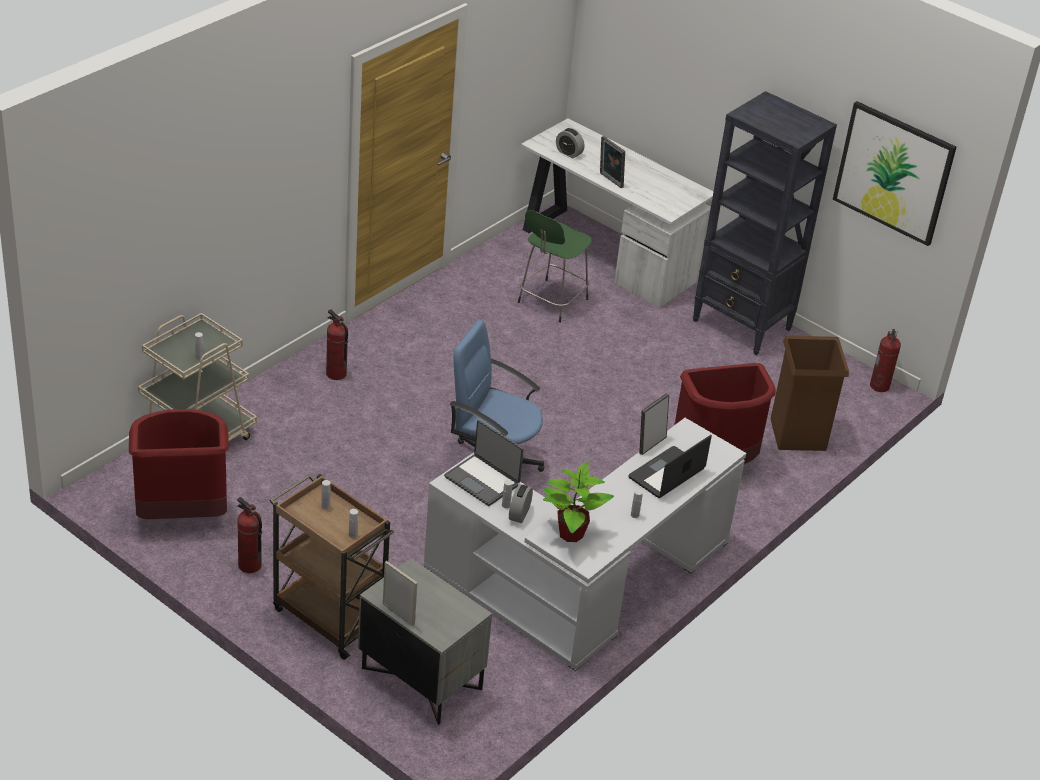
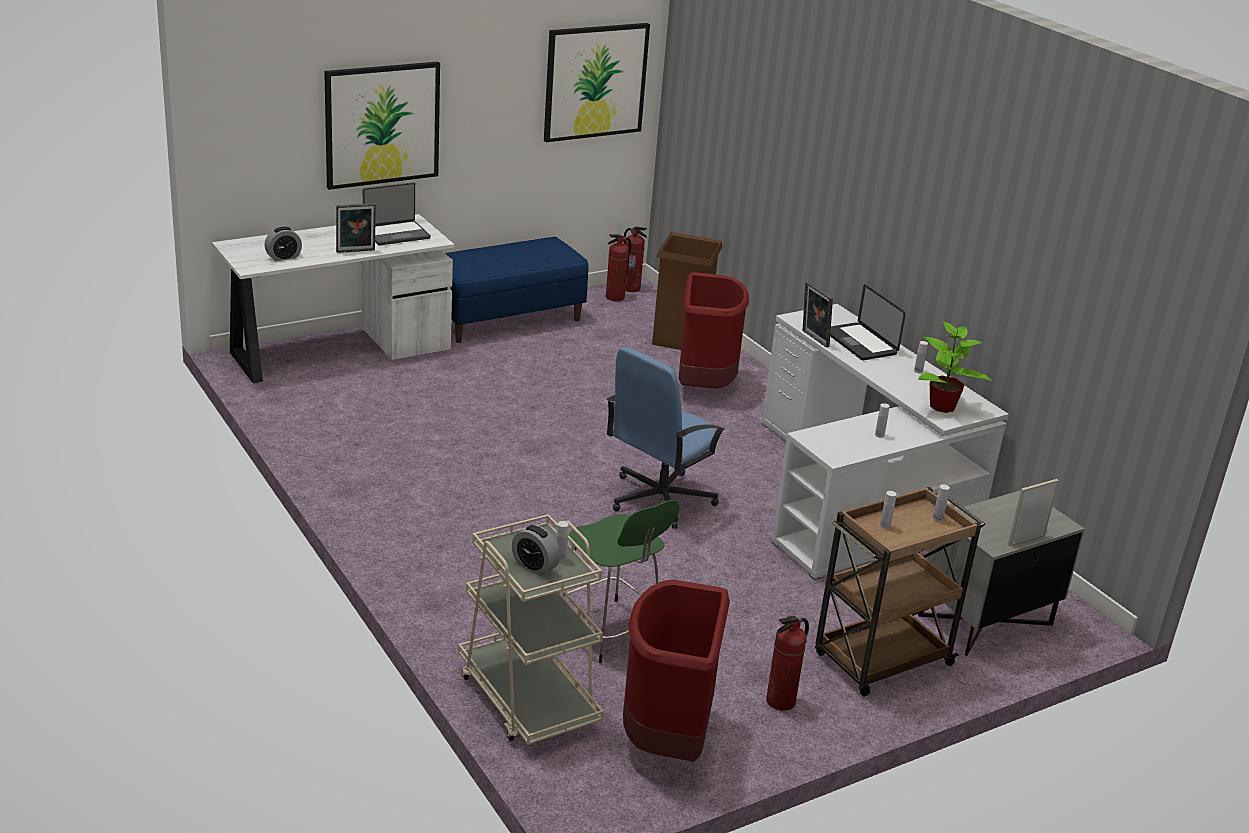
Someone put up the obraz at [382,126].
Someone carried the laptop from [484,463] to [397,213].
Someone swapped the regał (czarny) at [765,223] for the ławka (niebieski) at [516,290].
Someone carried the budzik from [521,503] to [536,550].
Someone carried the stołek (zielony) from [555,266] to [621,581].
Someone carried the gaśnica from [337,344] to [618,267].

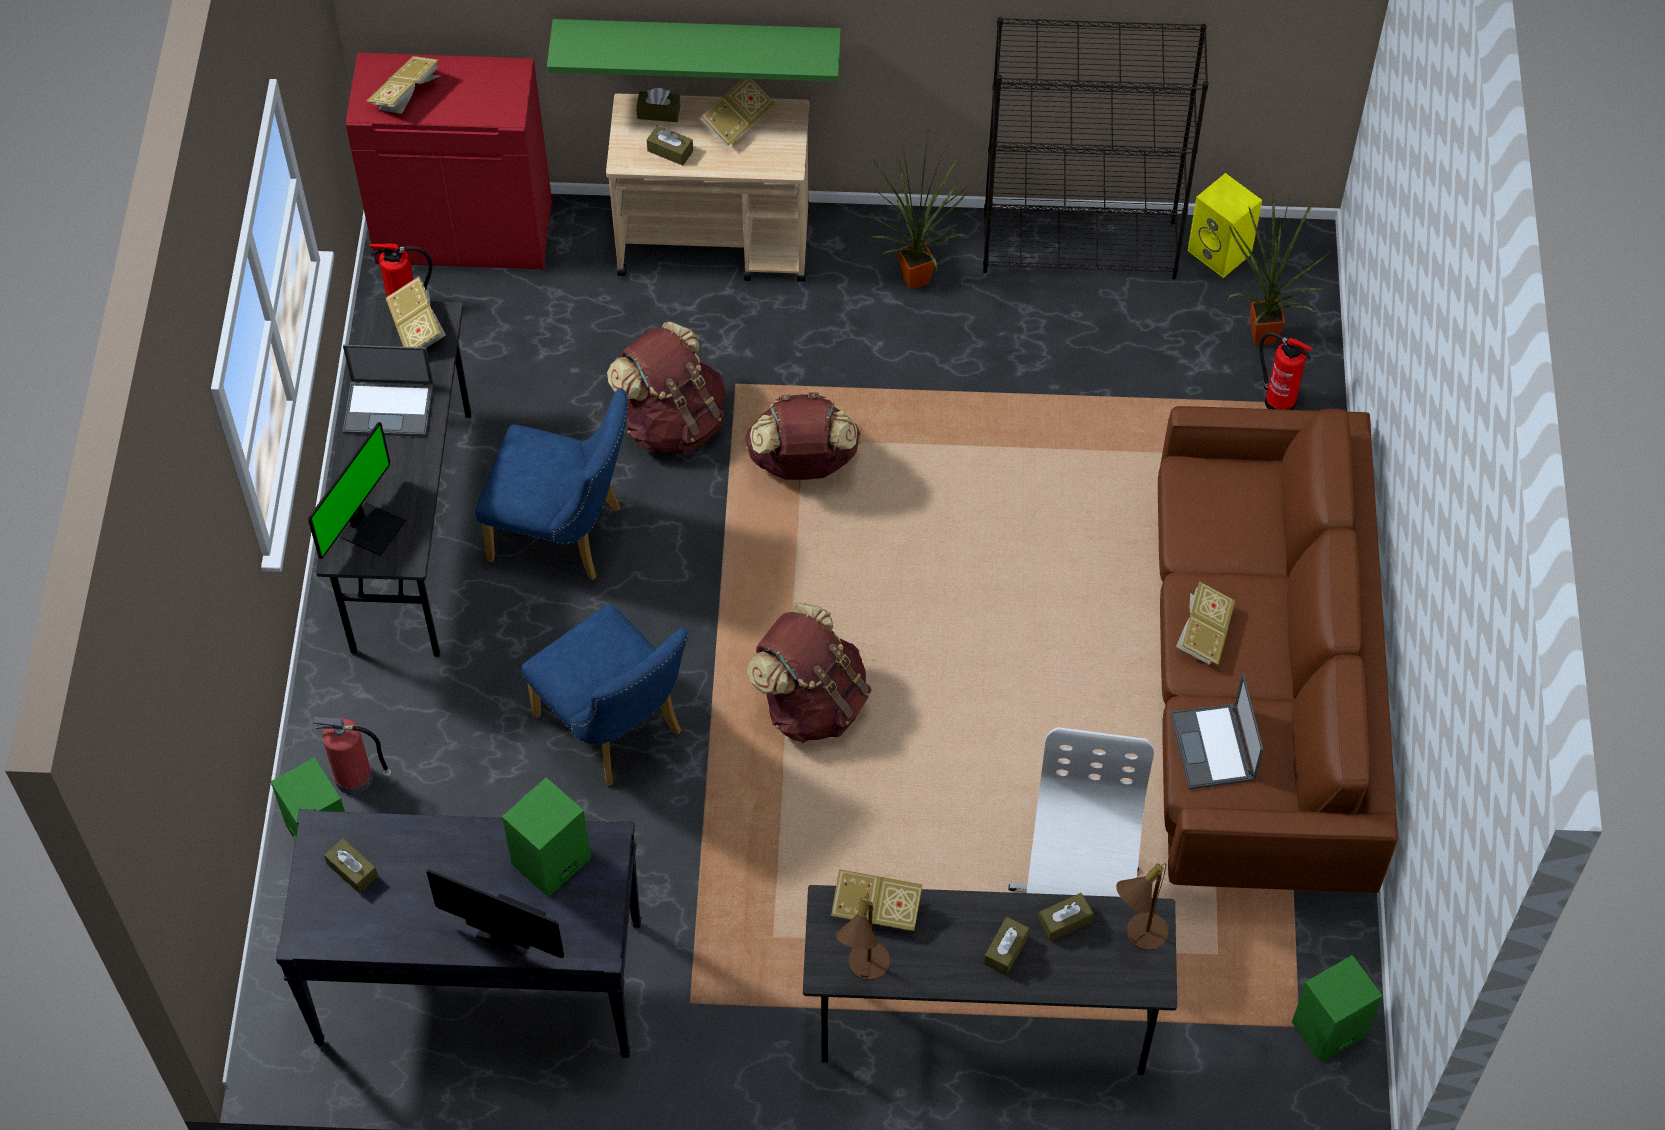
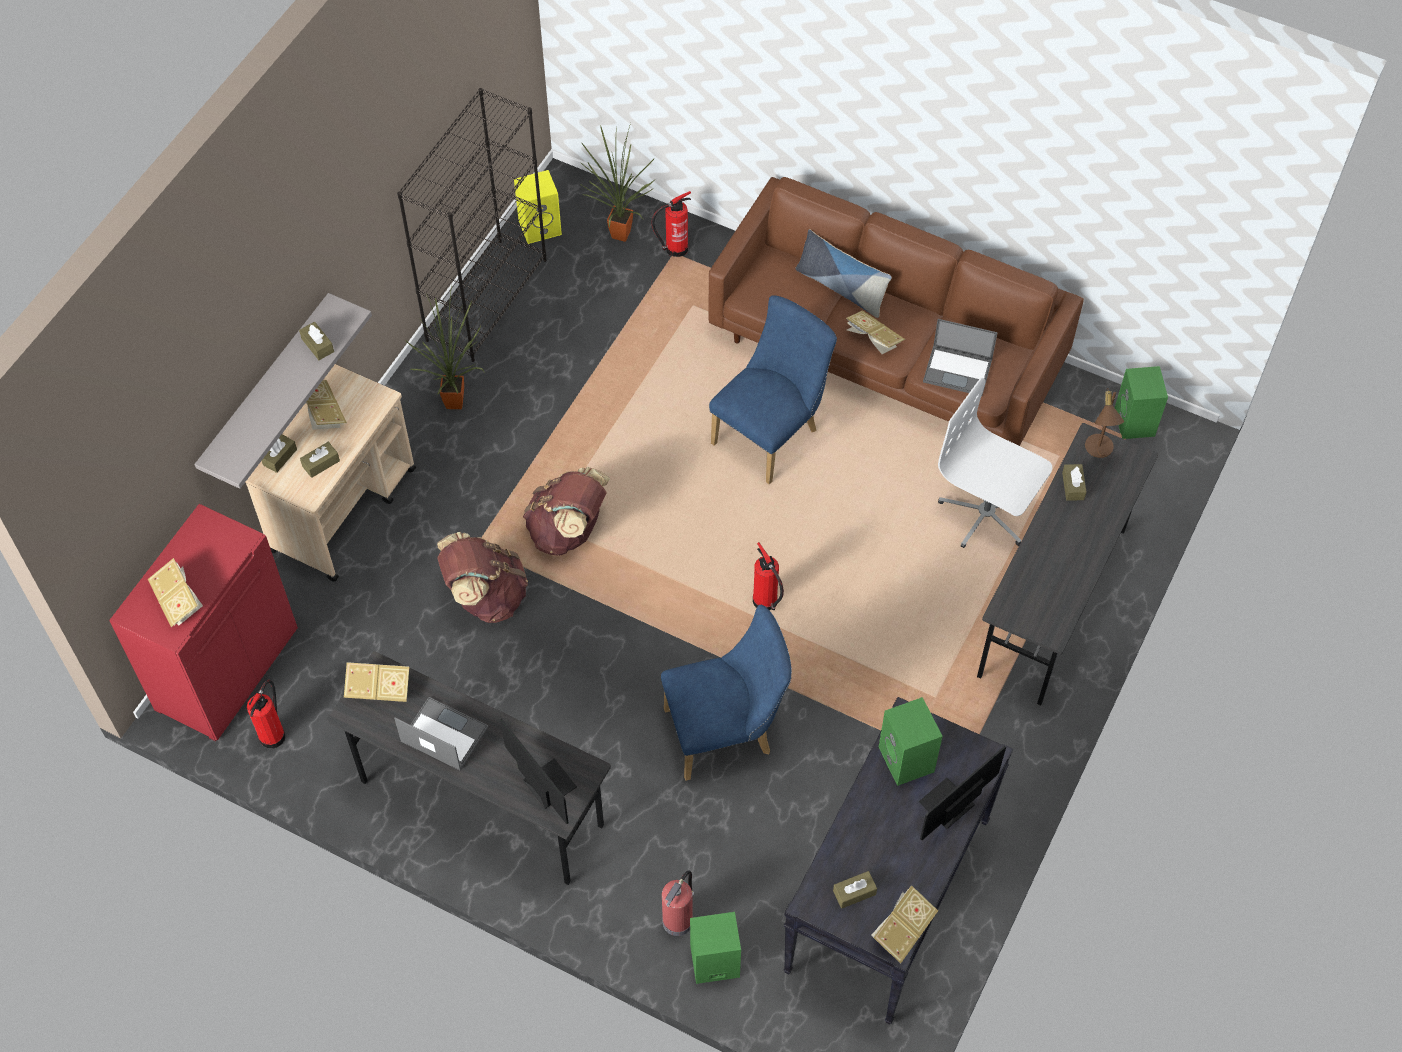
Someone repainted the półka (zielony) at [694,50], which became the półka (szary) at [283,391].
Someone carried the pudełko chusteczek (brązowy) from [1006,946] to [316,341].
Someone rotated the laptop at [388,391] by 90 degrees counterclockwise.
Someone carried the krzesło (niebieski) from [551,484] to [773,389].
Someone swapped the plecak (brązowy) at [809,673] for the gaśnica at [768,576].
Someone put down the poduszka at [843,273].
Someone carried the książka from [877,900] to [904,924].
Someone took away the lampa stołowa (brązowy) at [863,937].

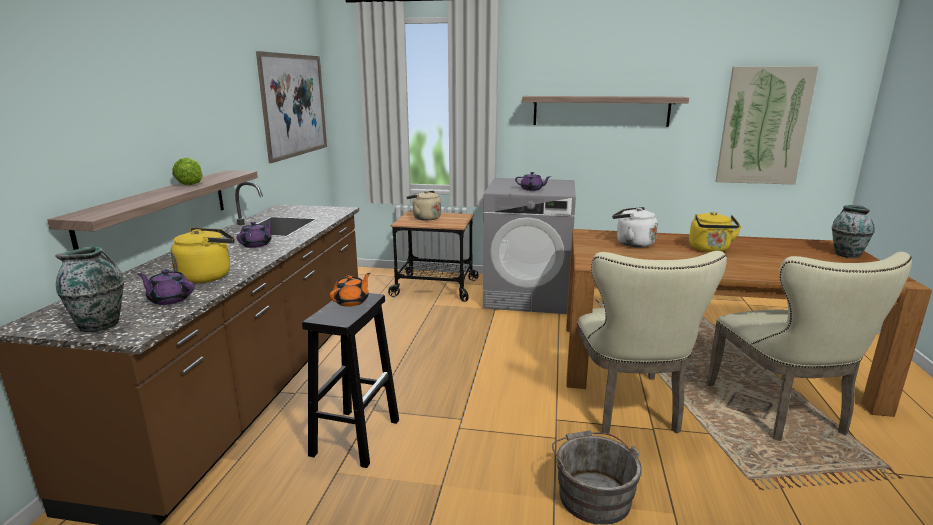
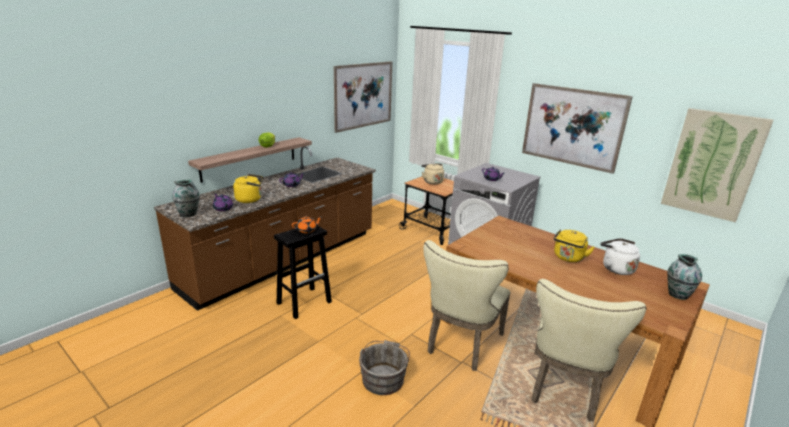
Someone swapped the półka at [605,111] for the obraz at [577,128].
Someone carried the czajnik (biały) from [635,227] to [620,256].

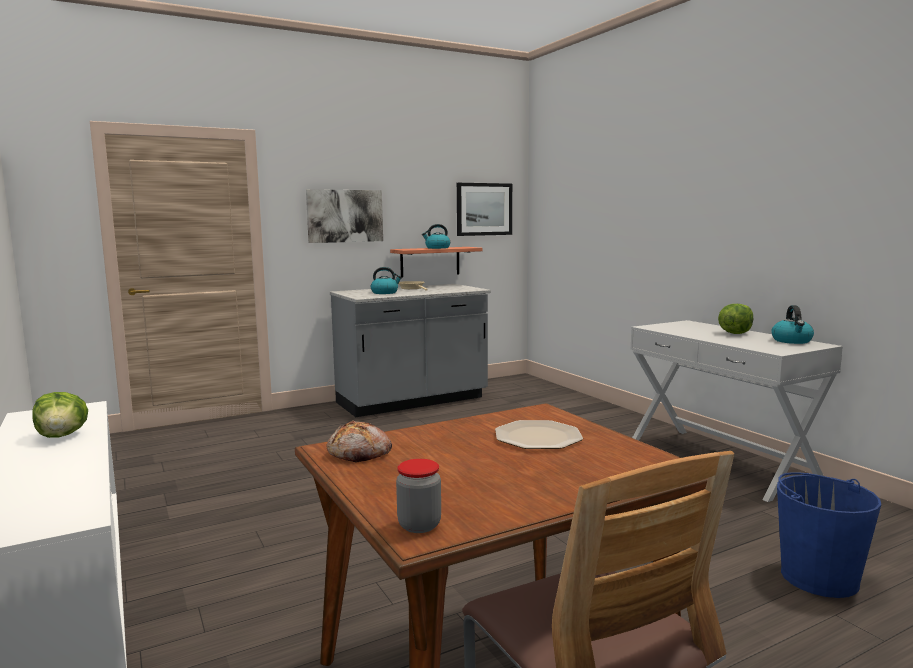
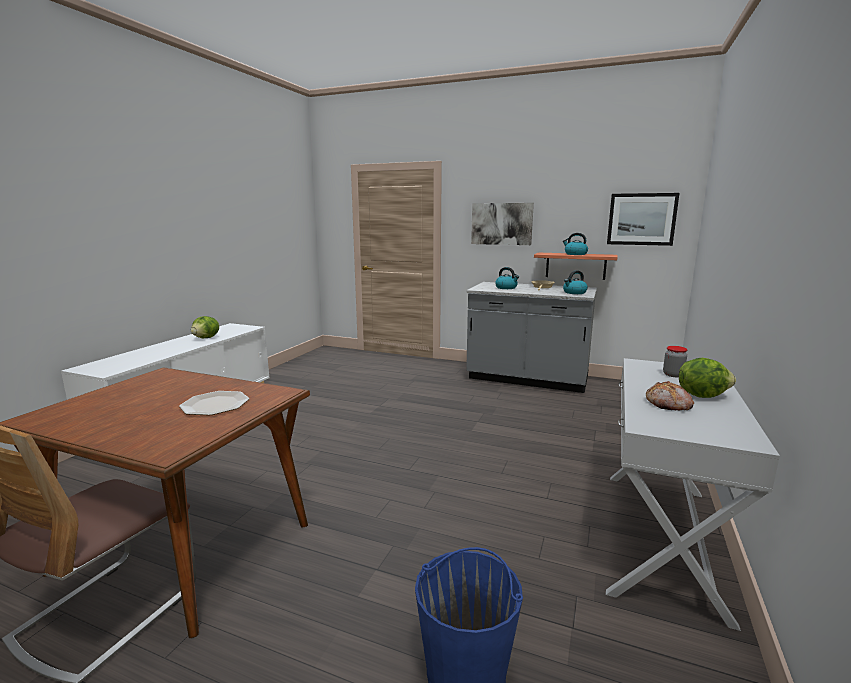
Someone carried the czajnik from [792,324] to [575,282].
Someone carried the chleb from [359,441] to [670,396].
Someone carried the słoik from [418,496] to [675,361].

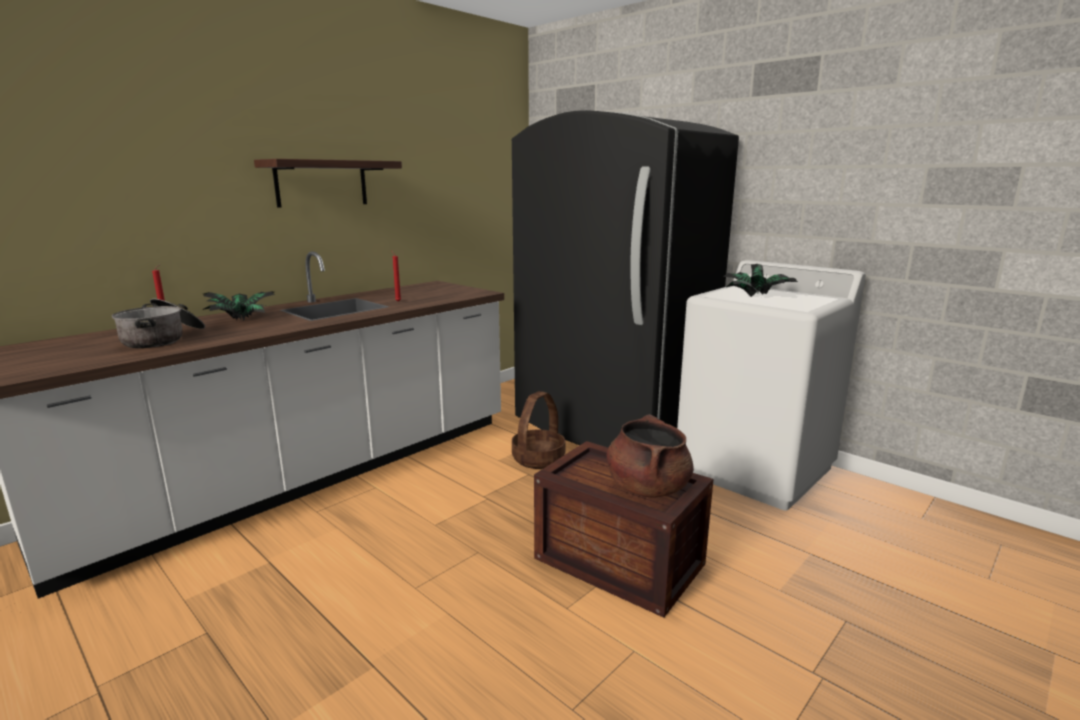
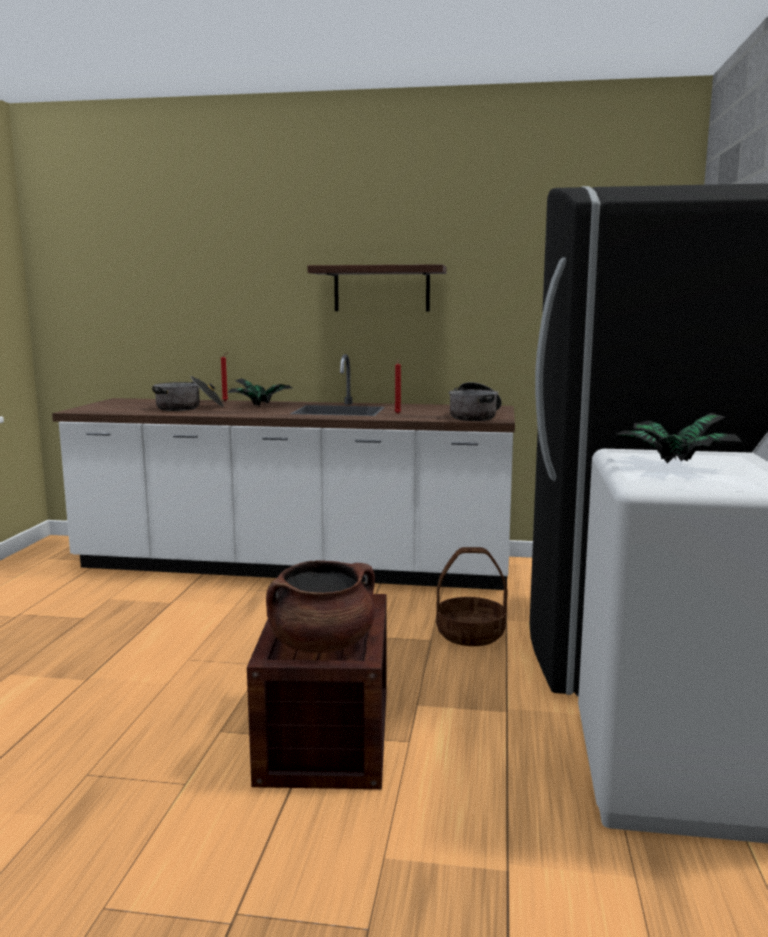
Someone put down the garnek at [475,401].

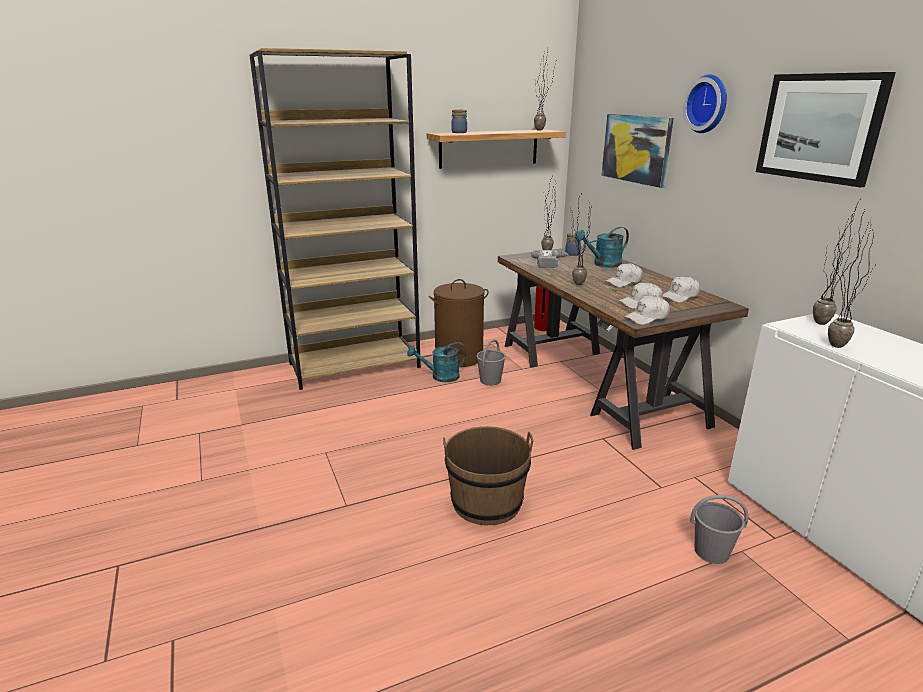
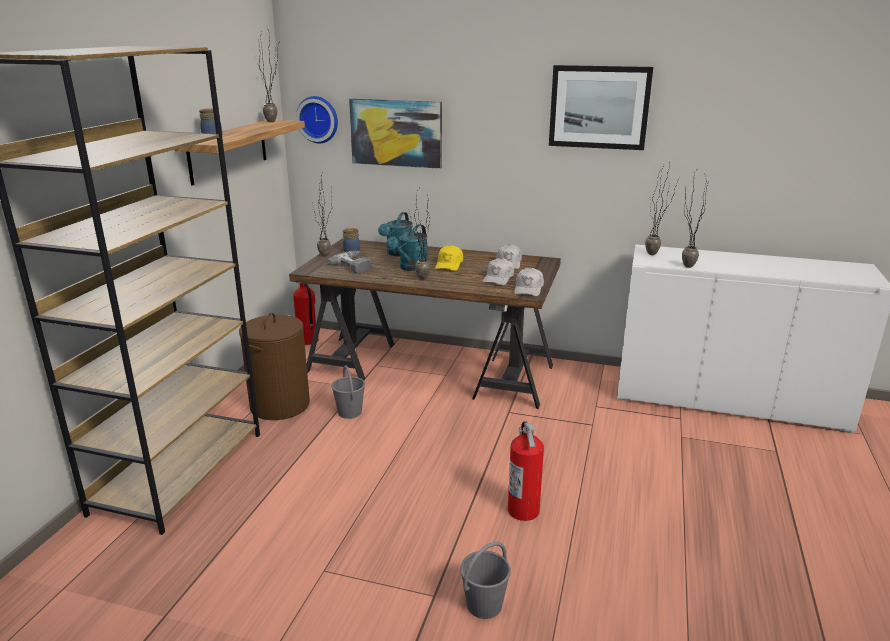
Someone carried the zegar ścienny from [705,103] to [317,119].
Someone carried the konewka (turkusowy) from [436,362] to [407,247].
Someone repainted the czapka z daszkiem (biały) at [624,275], which became the czapka z daszkiem (żółty) at [449,258].
Someone carried the wiadro (szary) from [719,529] to [485,580].
Someone swapped the wiadro (brązowy) at [488,475] for the gaśnica at [526,471].

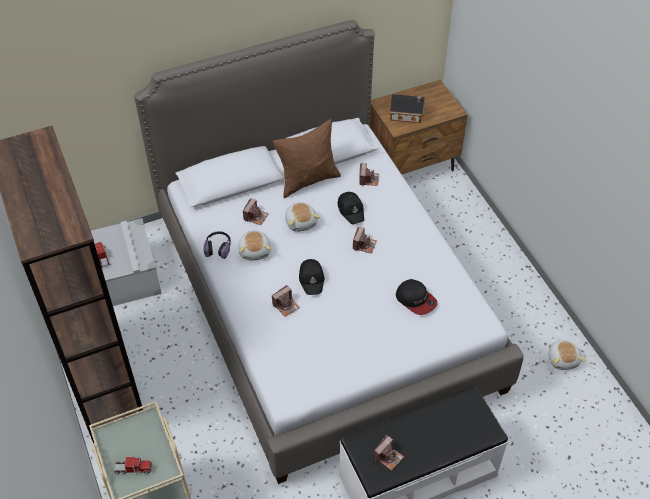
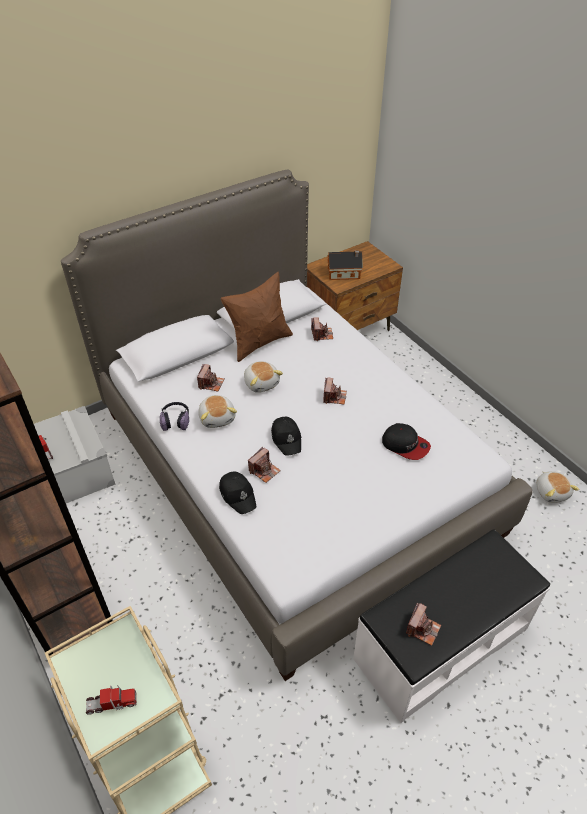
Someone carried the czapka z daszkiem (czarny) from [350,208] to [238,493].

